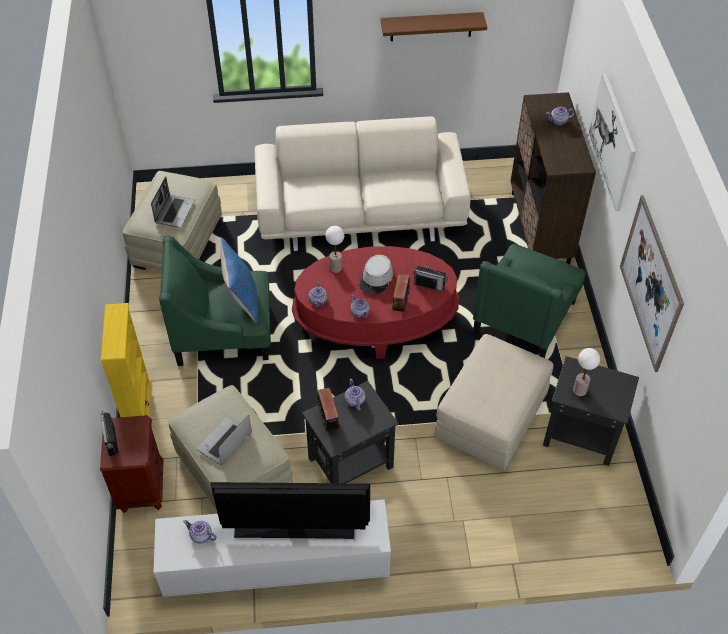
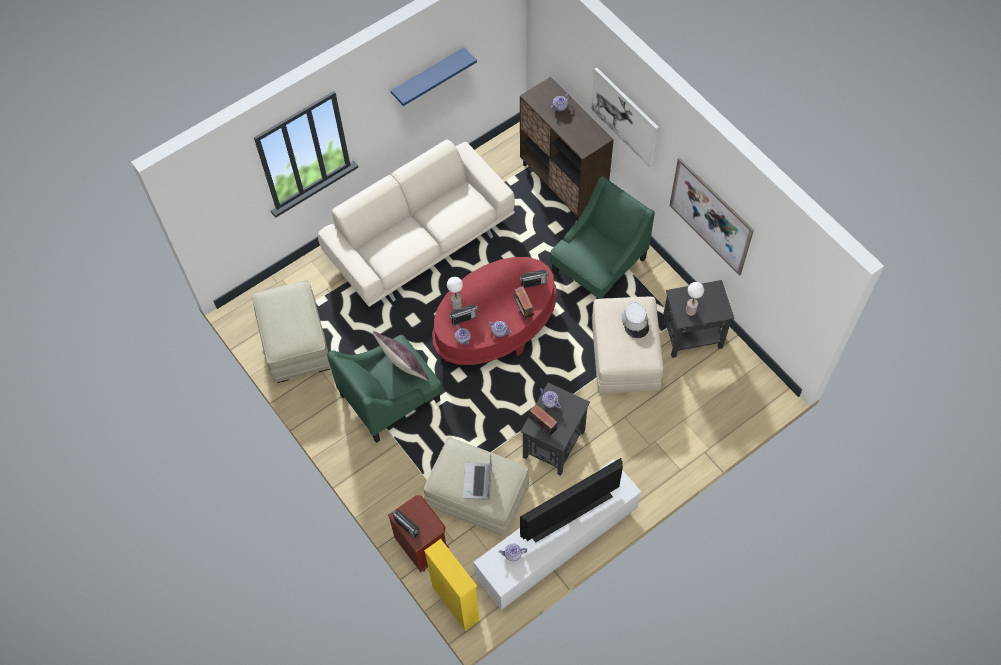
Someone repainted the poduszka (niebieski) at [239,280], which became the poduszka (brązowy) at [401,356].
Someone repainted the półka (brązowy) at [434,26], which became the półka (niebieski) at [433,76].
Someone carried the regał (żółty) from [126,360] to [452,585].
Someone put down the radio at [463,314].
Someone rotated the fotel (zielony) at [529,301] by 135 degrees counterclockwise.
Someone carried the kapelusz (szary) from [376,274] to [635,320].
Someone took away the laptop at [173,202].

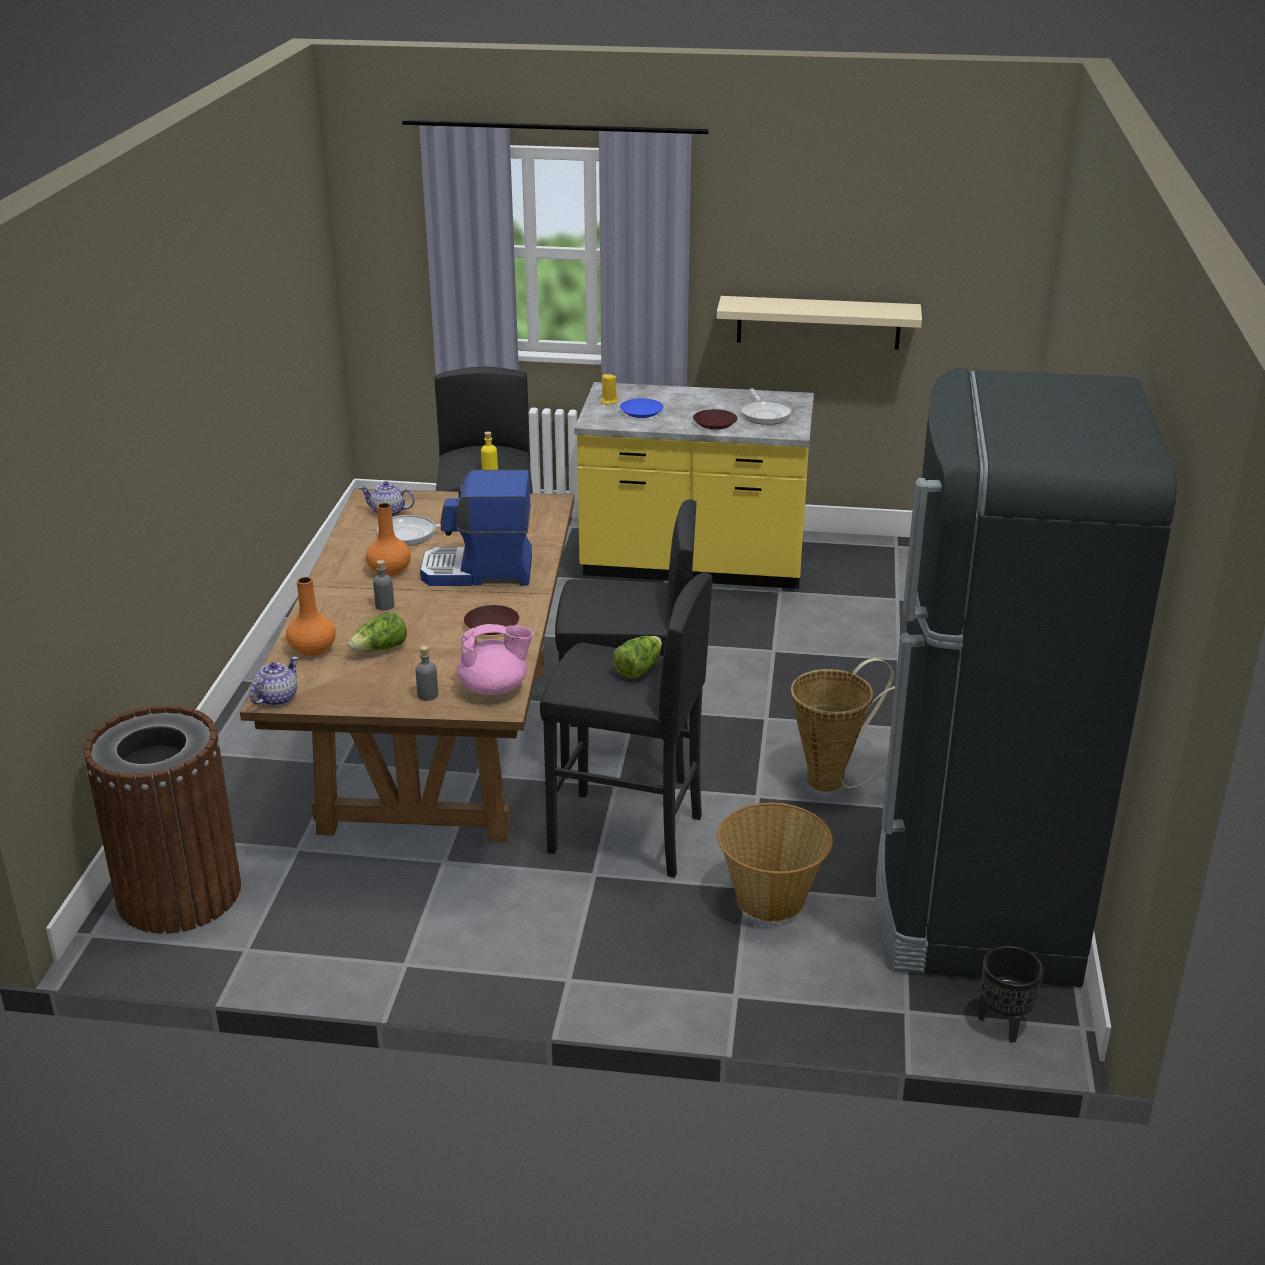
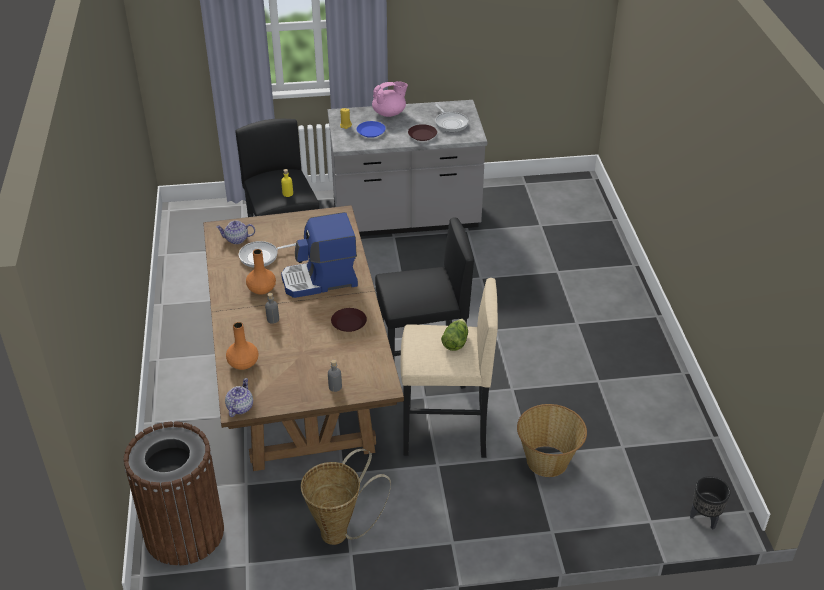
Someone carried the koszyk from [843,725] to [346,497].
Someone repainted the zabudowa kuchenna (żółty) at [694,485], which became the zabudowa kuchenna (szary) at [407,168].
Someone carried the imbryk (różowy) from [495,659] to [390,99].
Someone repainted the stołek (czarny) at [626,725], which became the stołek (beżowy) at [449,368].
Someone took away the sałata at [377,631].
Someone took away the półka (beżowy) at [819,323].
Someone took away the lodówka (czarny) at [1026,677].

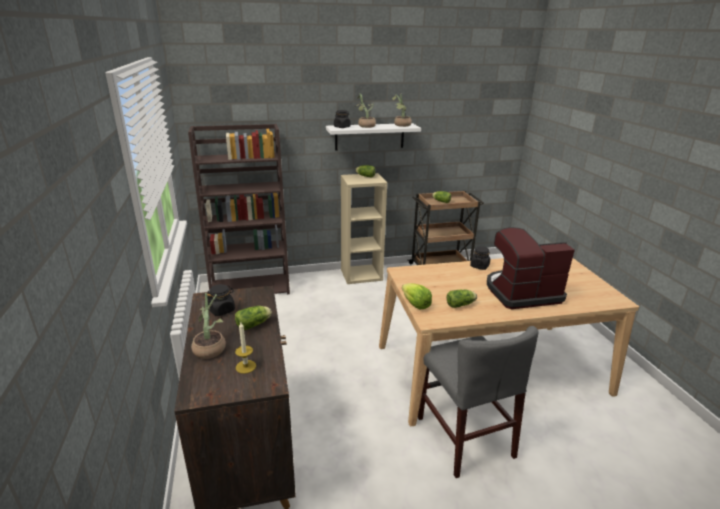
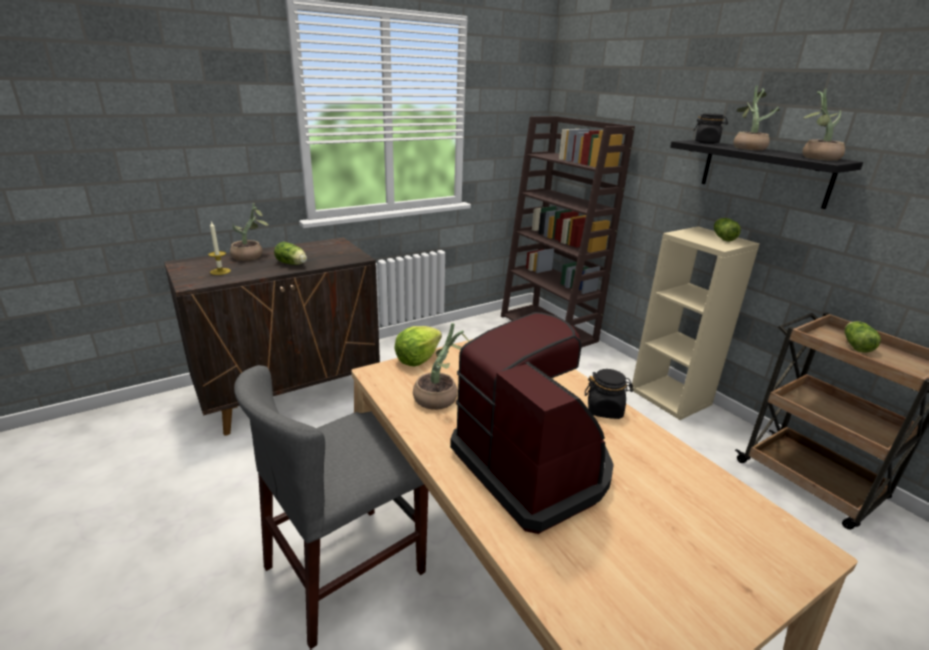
Someone swapped the sałata at [462,299] for the roślina doniczkowa at [441,366].
Someone repainted the półka (biały) at [373,136], which became the półka (czarny) at [766,174].
Someone took away the słoik (czarny) at [221,300].

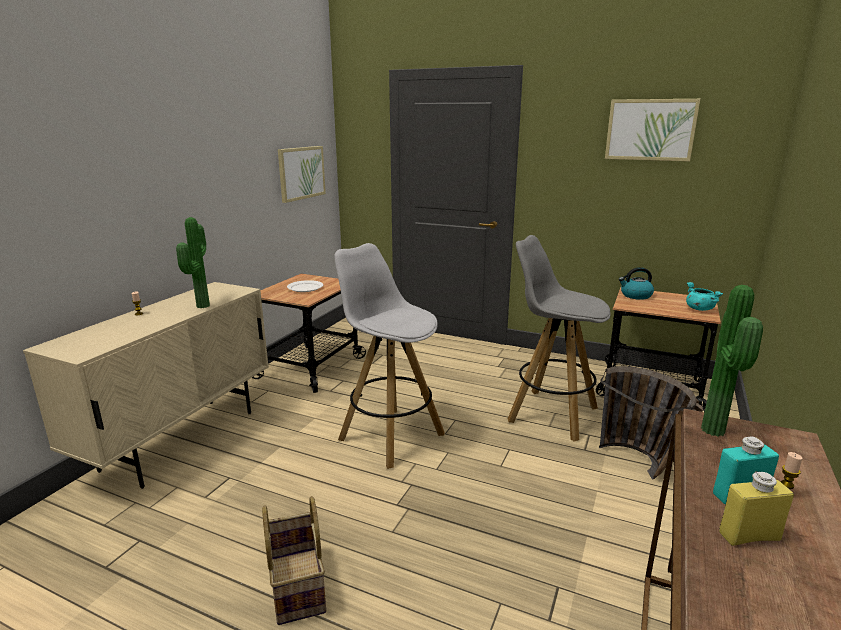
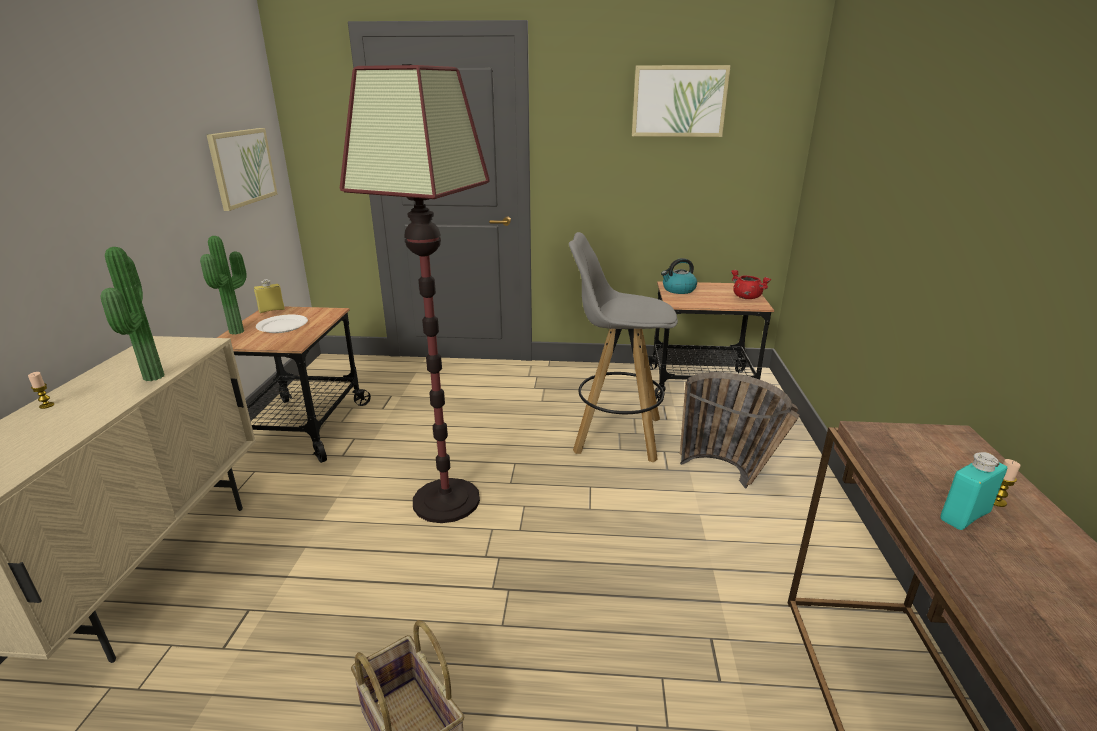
Someone carried the roślina doniczkowa from [732,360] to [223,285].
Someone carried the butelka (żółty) from [756,508] to [269,296].
Someone swapped the stołek (biały) at [390,356] for the lampa stojąca at [415,293].
Someone repainted the garnek (turkusowy) at [704,296], which became the garnek (czerwony) at [751,284].

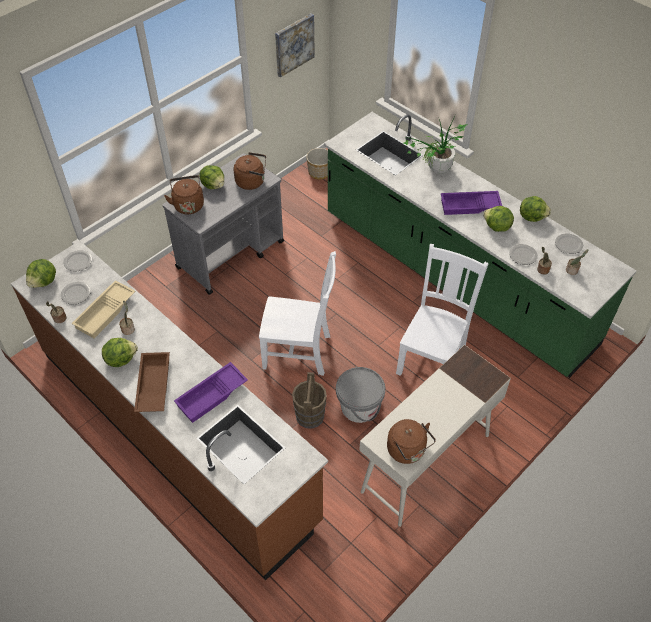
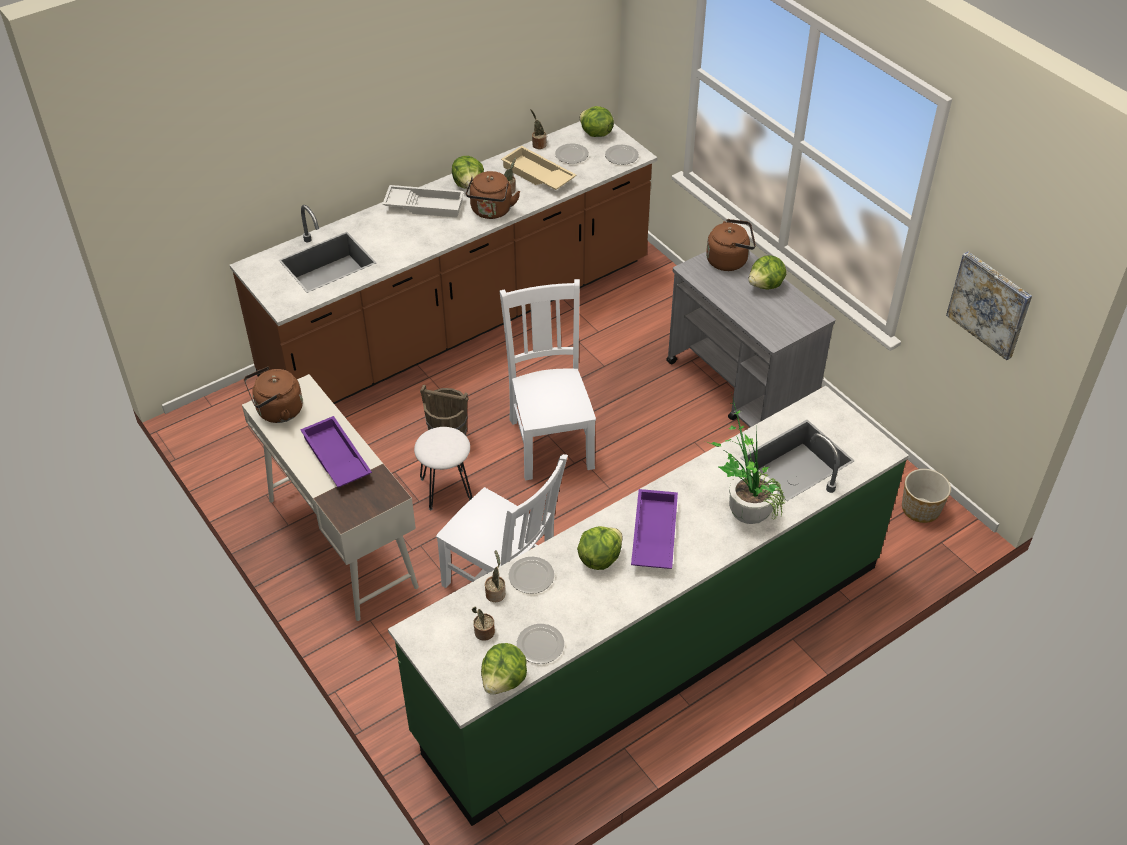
Someone carried the taca (fioletowy) from [211,392] to [336,451].
Someone repainted the taca (brązowy) at [152,382], which became the taca (biały) at [423,201].
Someone swapped the wiadro (szary) at [360,395] for the stołek (biały) at [443,468].
Someone carried the czajnik (brązowy) from [250,171] to [493,195].
Someone carried the sałata from [535,209] to [504,669].
Someone rotated the krzesło (biały) at [297,313] by 150 degrees clockwise.

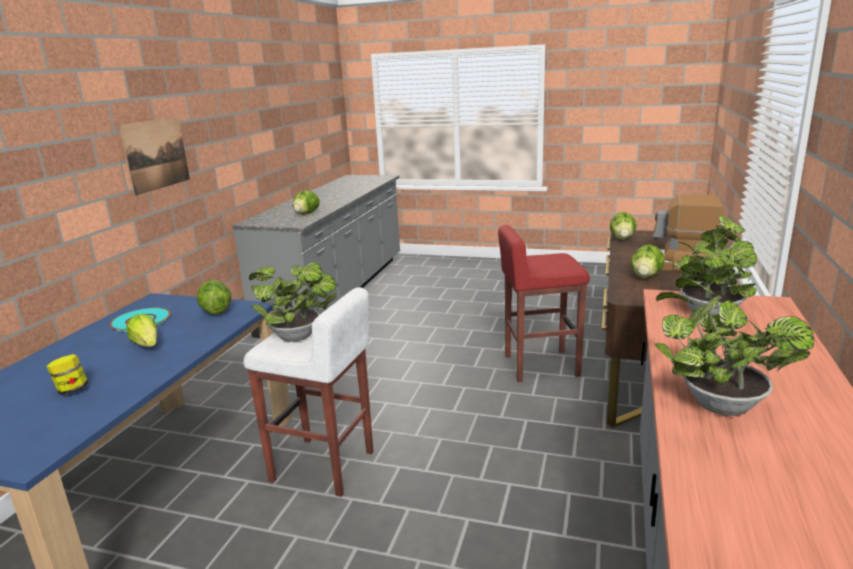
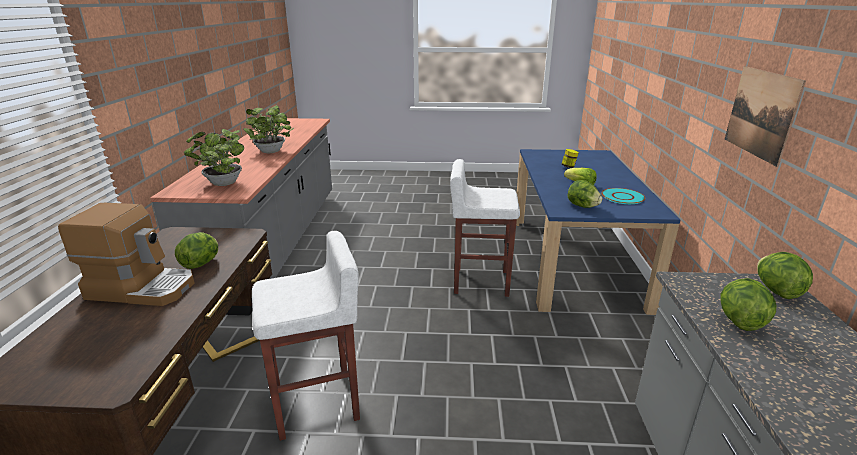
Someone repainted the stołek (czerwony) at [544,303], which became the stołek (biały) at [306,336].
Someone carried the sałata from [623,226] to [785,275].
Someone took away the roślina doniczkowa at [293,302].

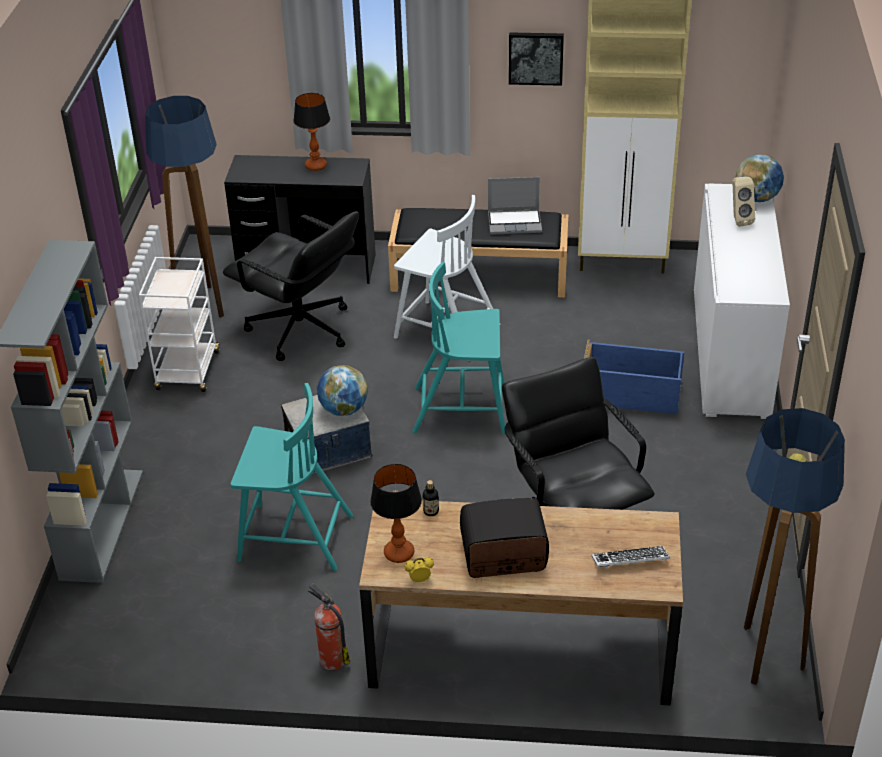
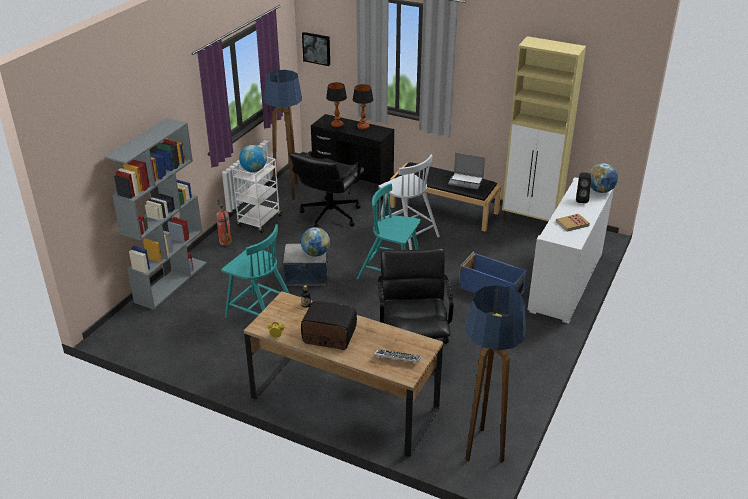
Someone carried the gaśnica from [329,626] to [224,222].
Someone put down the globus at [252,158].
Someone rotated the krzesło biurowe (czarny) at [291,286] by 60 degrees clockwise.
Someone carried the obraz from [536,59] to [316,49].
Someone carried the lampa stołowa from [396,513] to [336,104].
Someone put down the książka at [573,223].
Someone repainted the głośnik (beżowy) at [744,202], which became the głośnik (czarny) at [583,187].

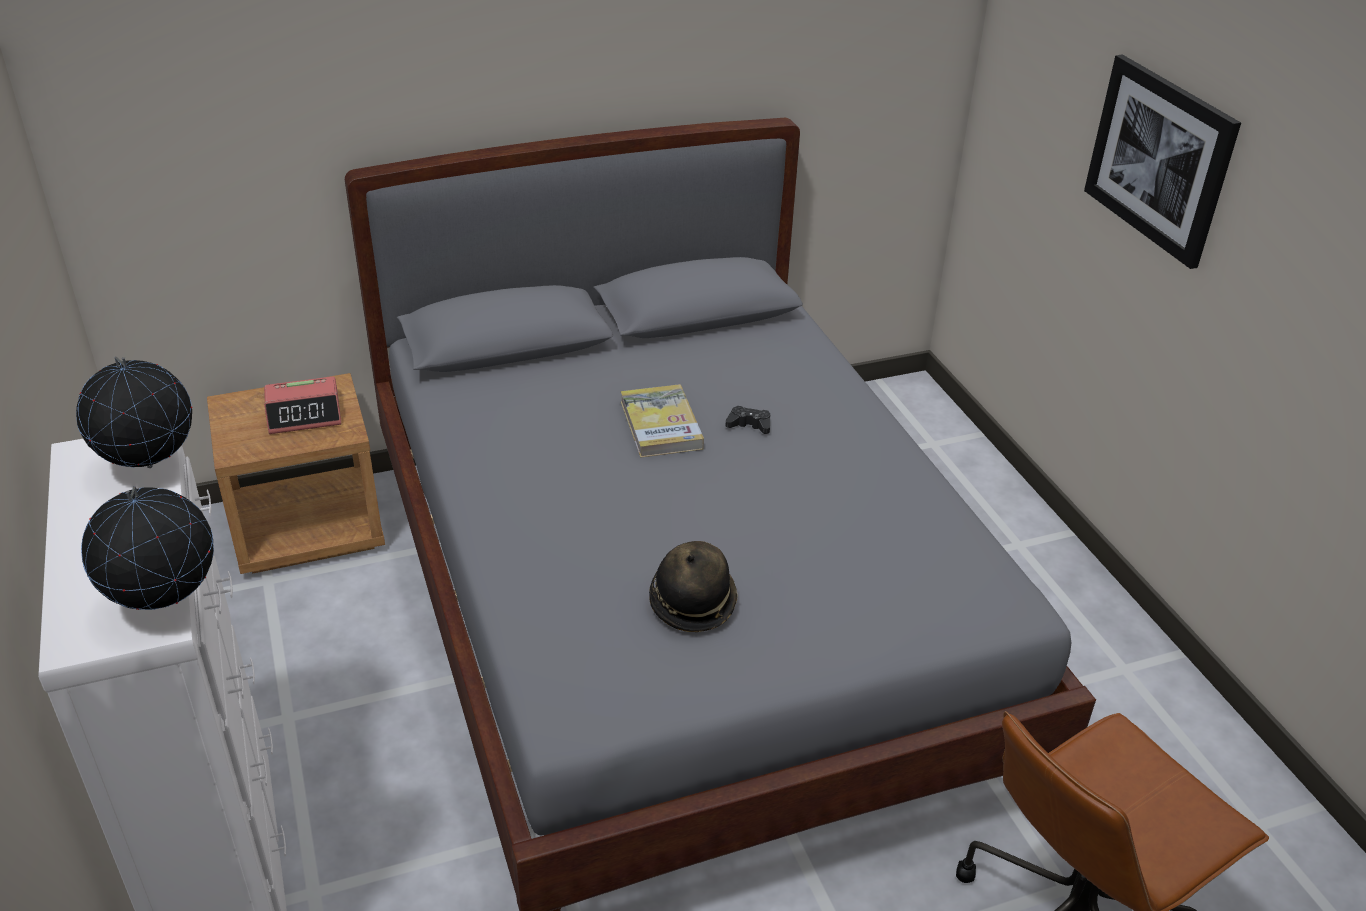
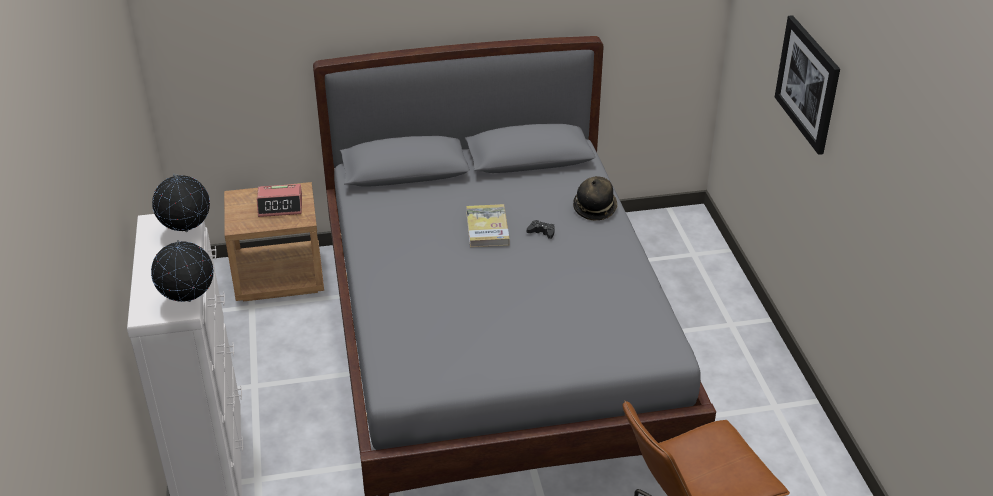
Someone carried the kapelusz from [693,586] to [595,198].

